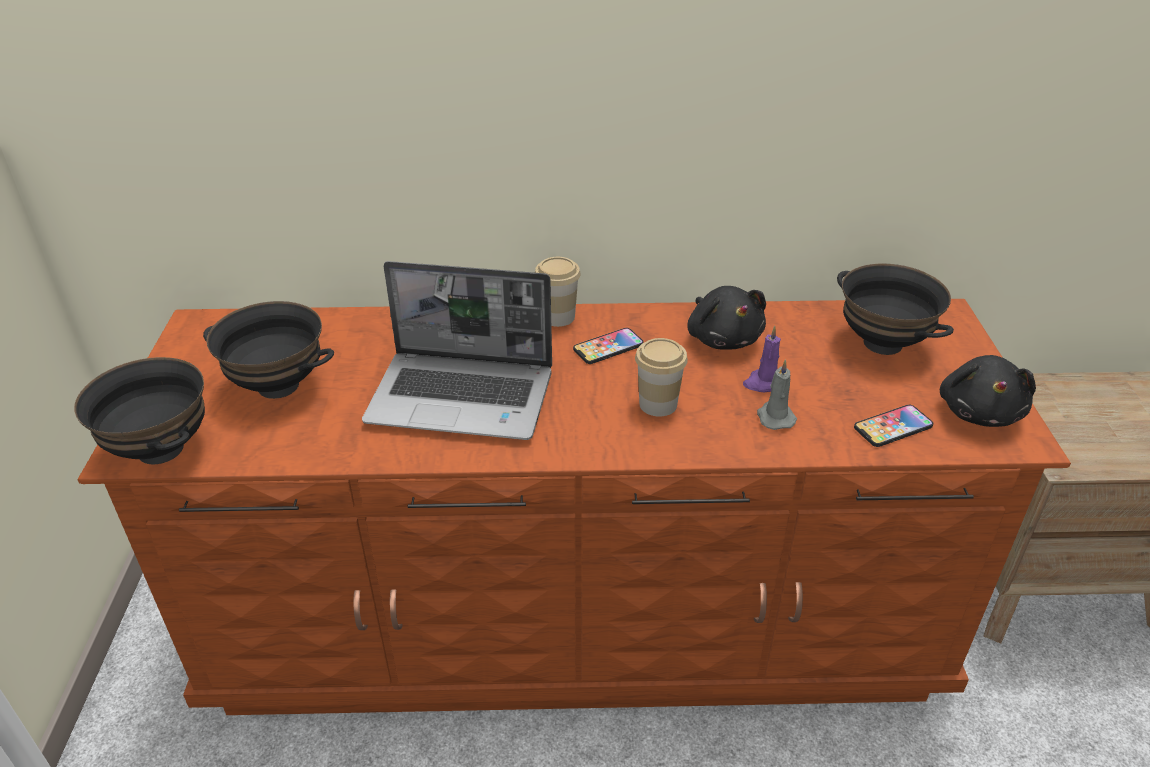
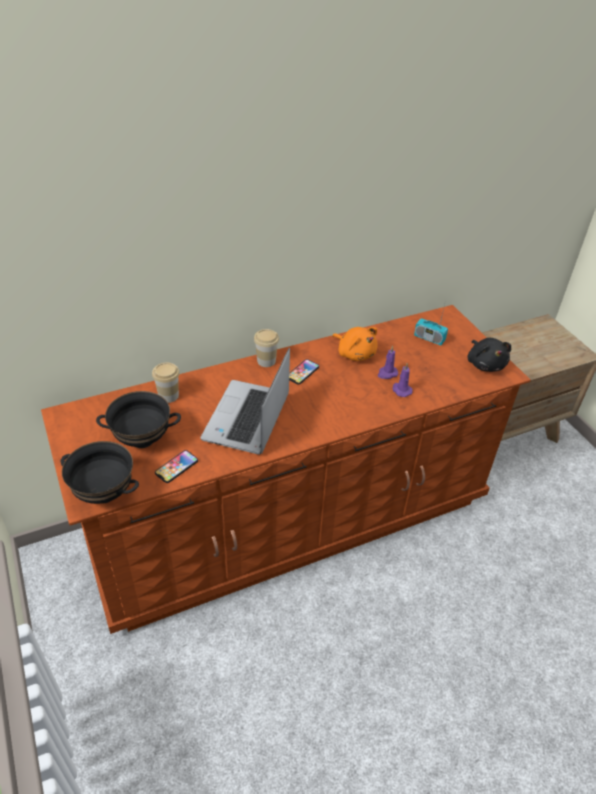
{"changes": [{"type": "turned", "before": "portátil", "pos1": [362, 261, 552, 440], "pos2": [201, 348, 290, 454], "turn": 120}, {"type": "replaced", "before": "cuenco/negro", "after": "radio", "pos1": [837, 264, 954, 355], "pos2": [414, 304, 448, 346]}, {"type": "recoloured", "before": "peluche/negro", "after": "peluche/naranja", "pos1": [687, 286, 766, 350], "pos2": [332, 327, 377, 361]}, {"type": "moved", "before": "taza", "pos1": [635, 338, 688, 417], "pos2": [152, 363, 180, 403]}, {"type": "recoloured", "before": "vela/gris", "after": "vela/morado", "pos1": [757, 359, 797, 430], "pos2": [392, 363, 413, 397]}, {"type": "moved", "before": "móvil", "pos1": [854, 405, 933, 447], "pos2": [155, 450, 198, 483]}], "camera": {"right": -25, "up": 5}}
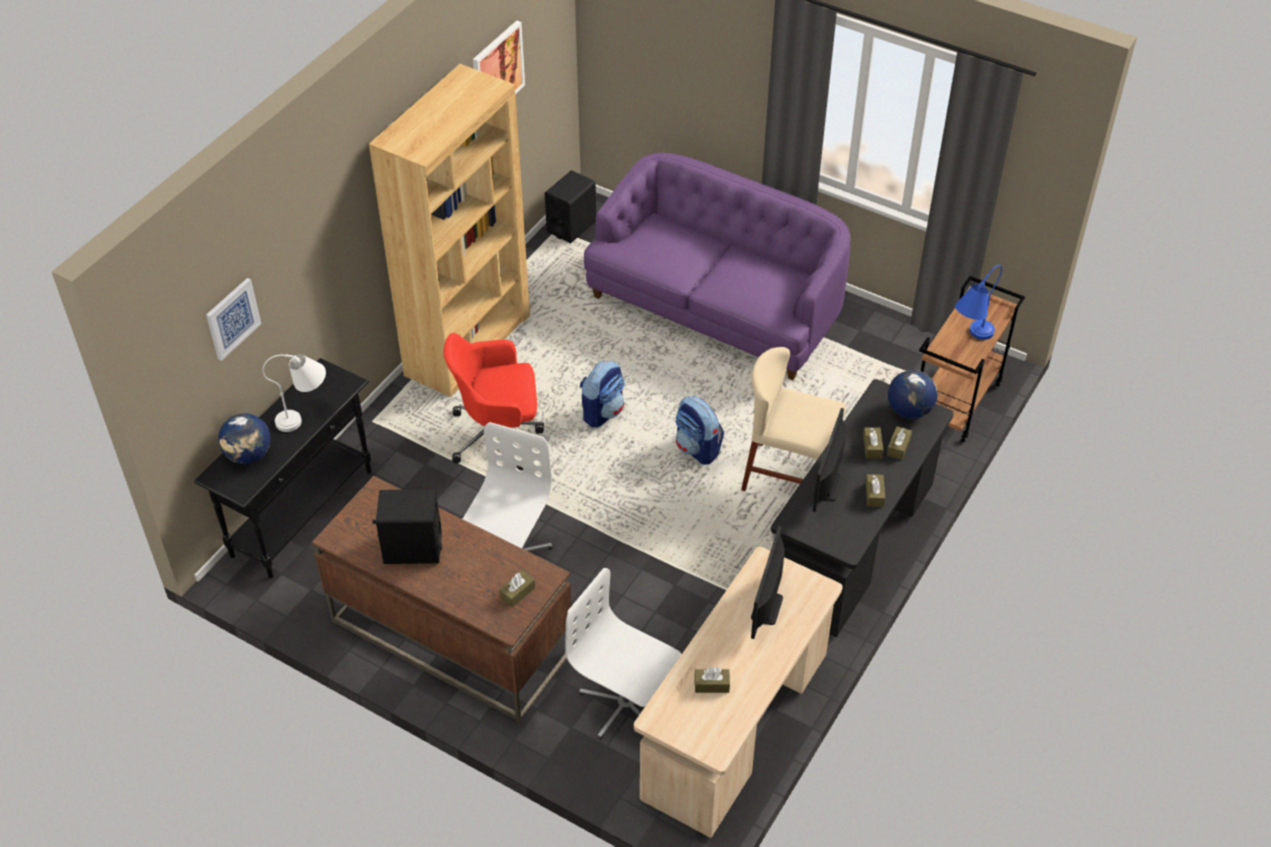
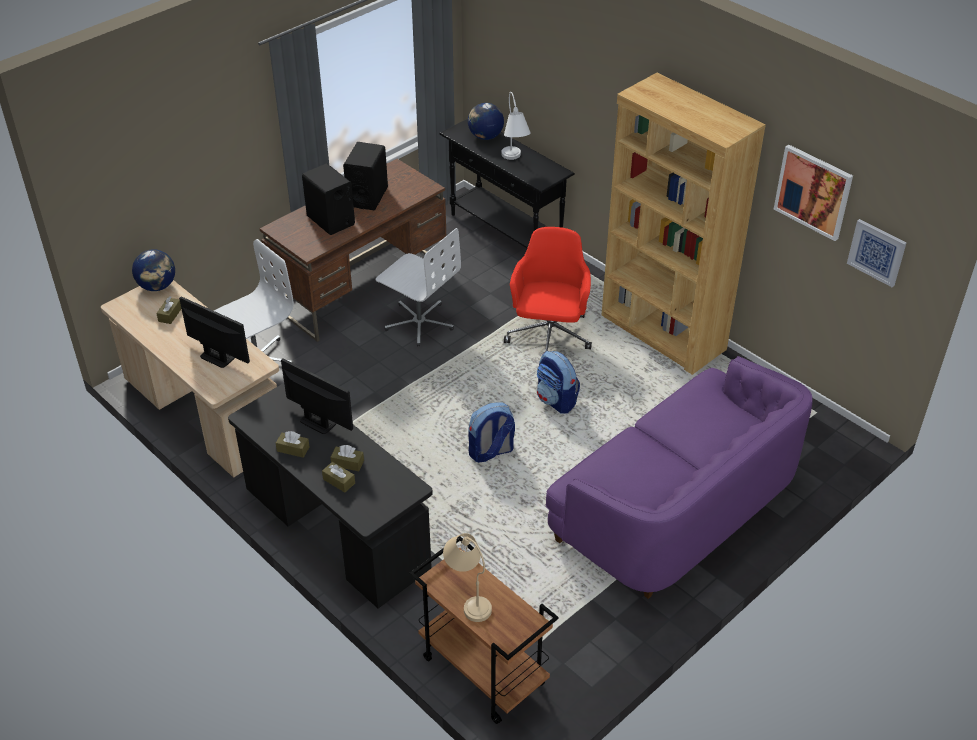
{"changes": [{"type": "moved", "before": "altavoz/negro", "pos1": [545, 170, 596, 244], "pos2": [302, 164, 355, 235]}, {"type": "recoloured", "before": "lámpara de mesa/azul", "after": "lámpara de mesa/beis", "pos1": [955, 265, 1002, 340], "pos2": [443, 533, 492, 622]}, {"type": "moved", "before": "cuadro", "pos1": [206, 278, 261, 361], "pos2": [847, 219, 906, 287]}, {"type": "removed", "before": "silla/beis", "pos1": [741, 347, 846, 491]}, {"type": "moved", "before": "globo terráqueo", "pos1": [888, 370, 938, 419], "pos2": [132, 249, 175, 291]}, {"type": "removed", "before": "caja de pañuelos/marrón", "pos1": [499, 570, 535, 607]}], "camera": {"right": 105, "up": -5}}
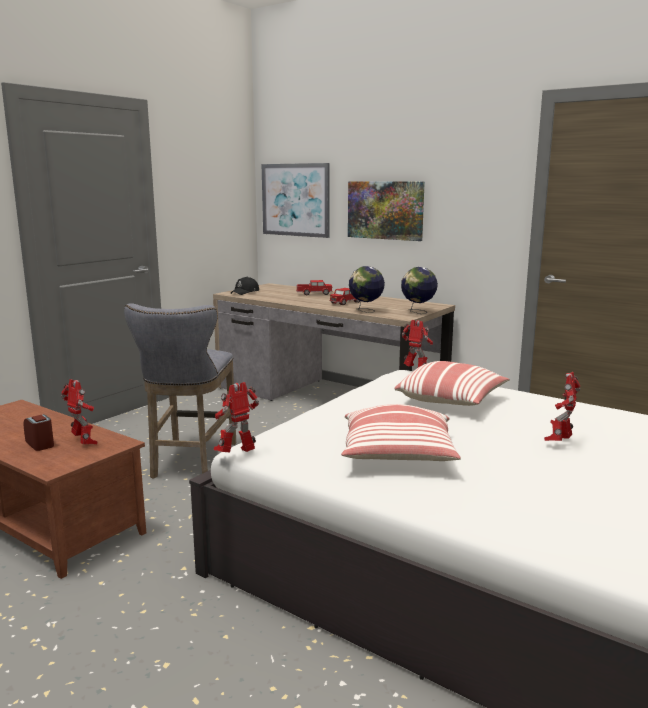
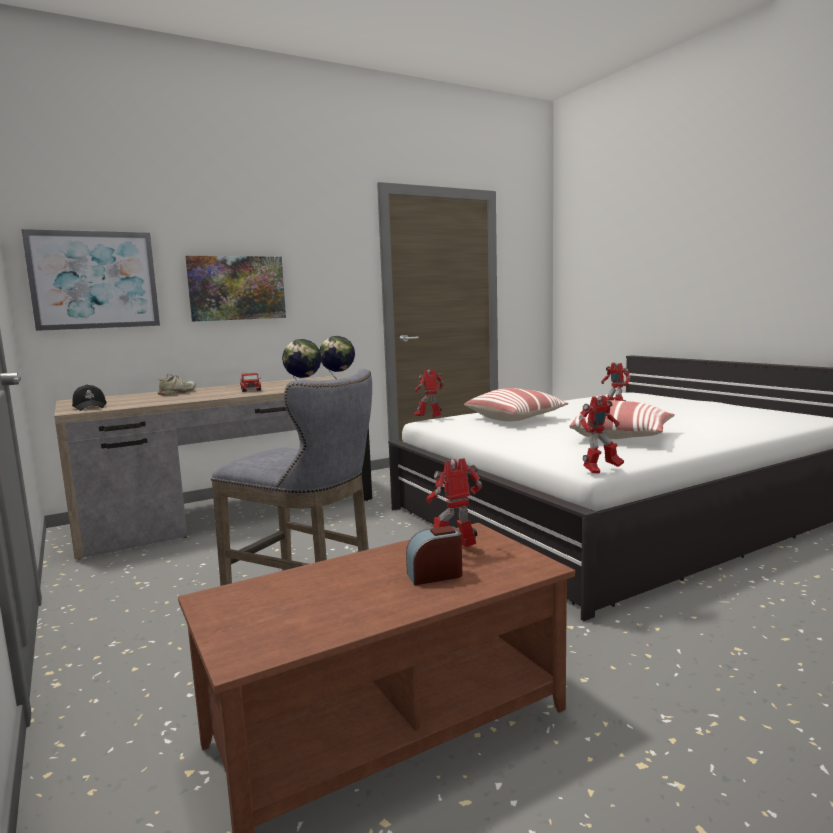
{"changes": [{"type": "replaced", "before": "camión de juguete", "after": "zapato/beis", "pos1": [296, 280, 333, 295], "pos2": [157, 374, 196, 396]}, {"type": "turned", "before": "robot de juguete", "pos1": [214, 382, 259, 452], "pos2": [579, 395, 624, 473], "turn": -105}], "camera": {"right": -65, "up": -5}}
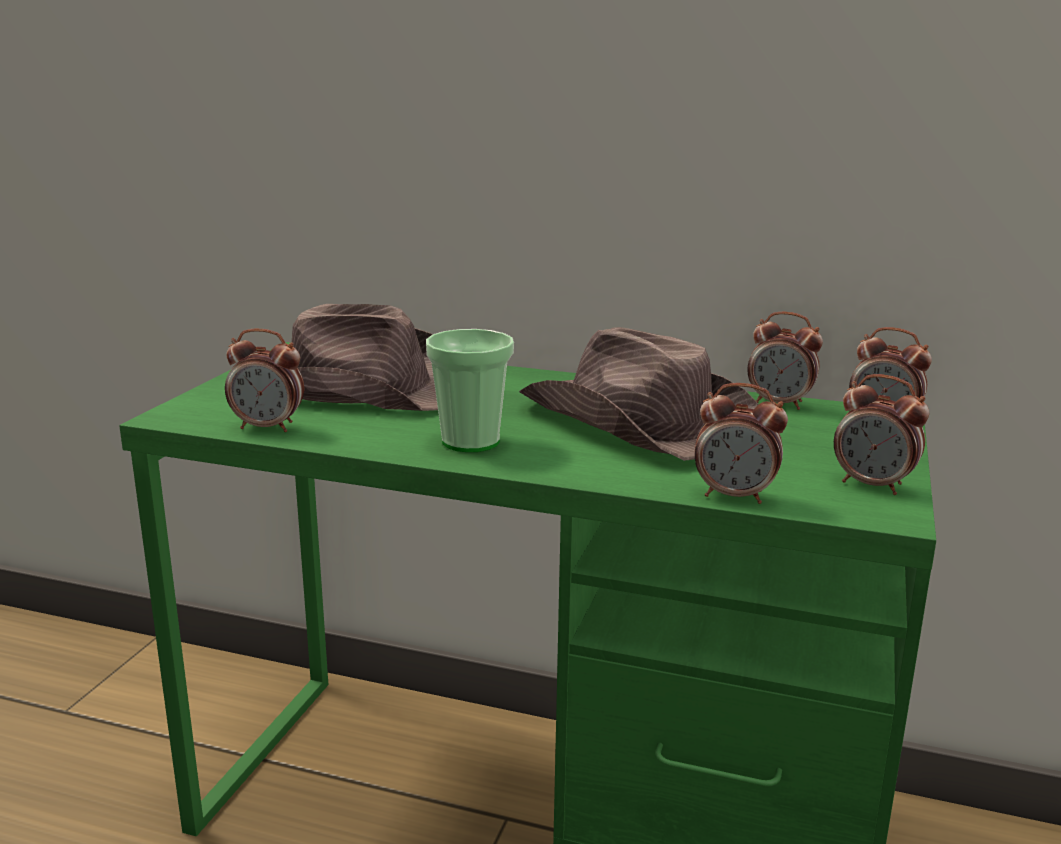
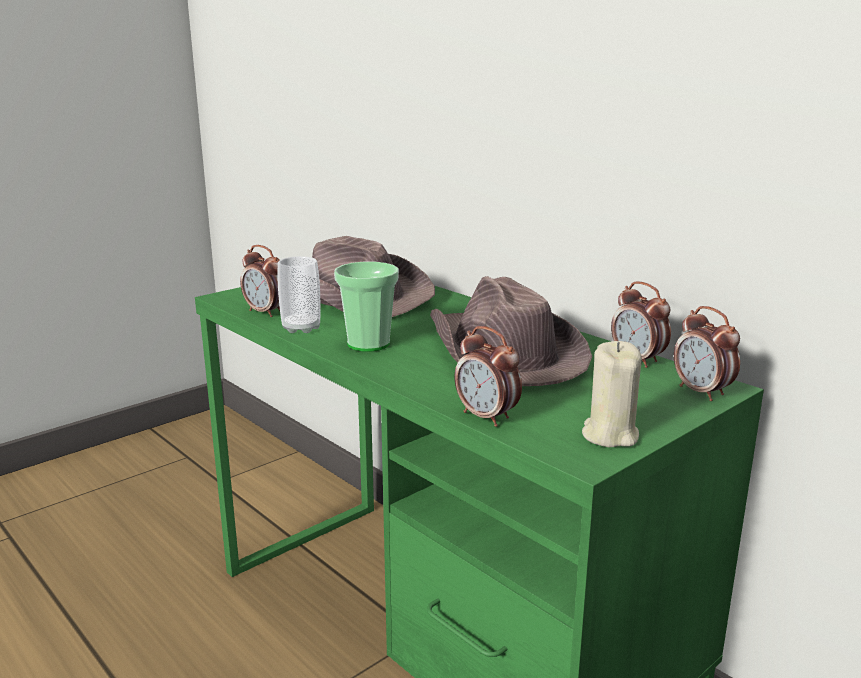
{"changes": [{"type": "replaced", "before": "despertador", "after": "vela/beis", "pos1": [834, 374, 929, 495], "pos2": [582, 341, 642, 447]}, {"type": "added", "after": "taza", "pos2": [277, 256, 320, 333]}], "camera": {"right": 30, "up": 0}}
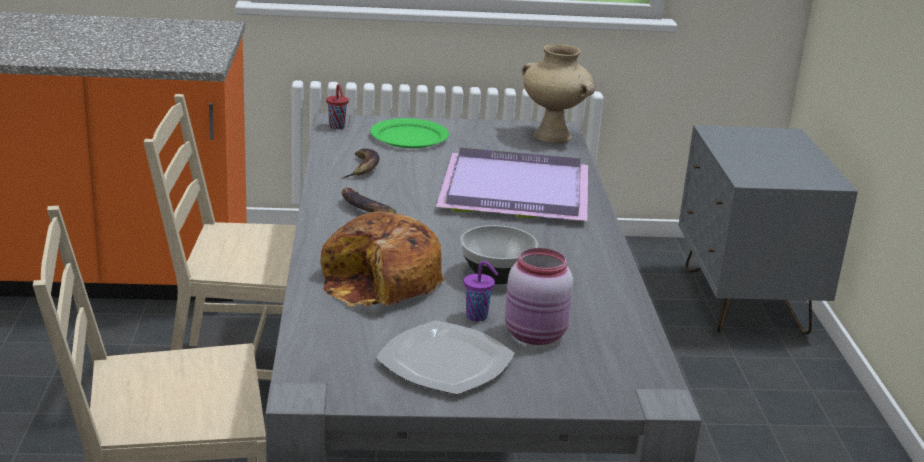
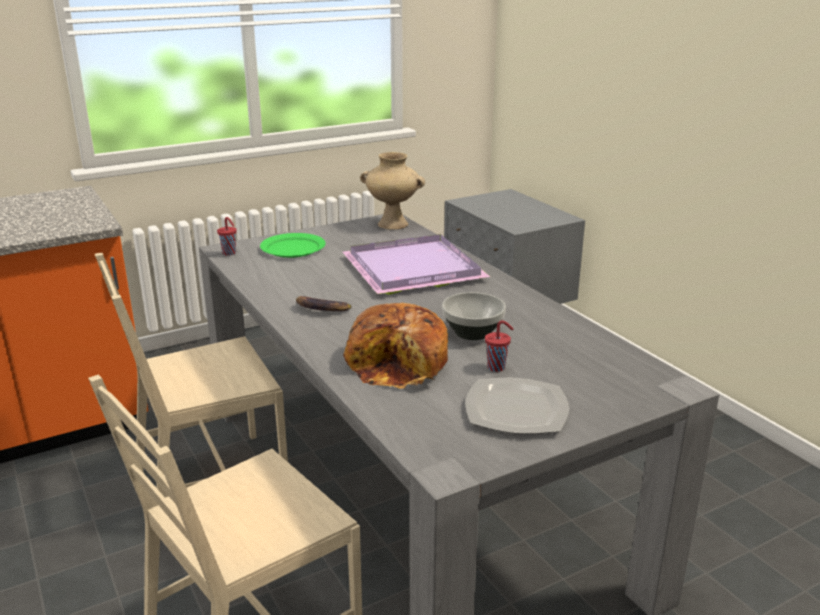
{"changes": [{"type": "removed", "before": "plátano", "pos1": [341, 148, 380, 179]}, {"type": "removed", "before": "tarro/rosa", "pos1": [505, 248, 573, 345]}, {"type": "recoloured", "before": "taza/morado", "after": "taza/rojo", "pos1": [464, 261, 498, 322], "pos2": [485, 320, 514, 372]}], "camera": {"right": -25, "up": 0}}
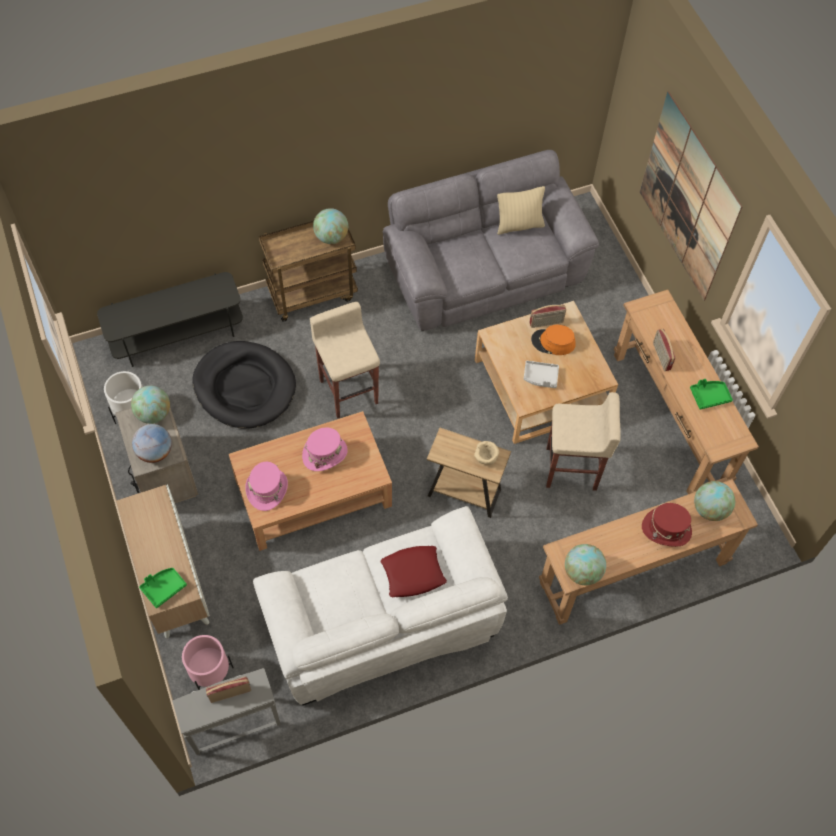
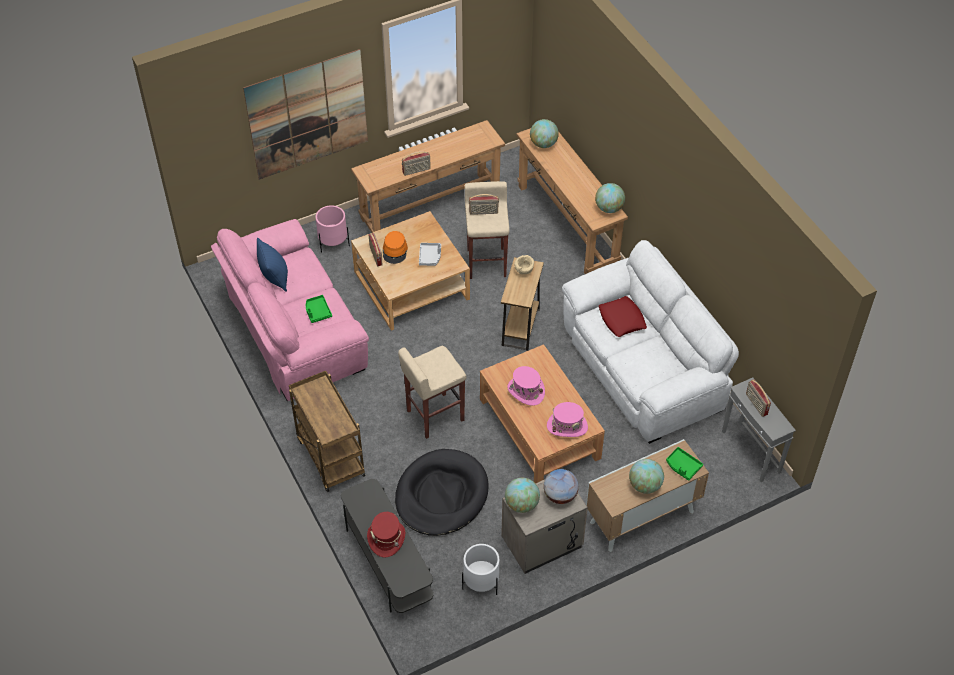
{"changes": [{"type": "recoloured", "before": "sofá/gris", "after": "sofá/rosa", "pos1": [383, 150, 599, 331], "pos2": [211, 219, 369, 401]}, {"type": "recoloured", "before": "cojín/beis", "after": "cojín/azul", "pos1": [497, 186, 545, 235], "pos2": [257, 238, 288, 292]}, {"type": "moved", "before": "globo terráqueo", "pos1": [313, 208, 348, 244], "pos2": [629, 459, 664, 494]}, {"type": "moved", "before": "bandeja/verde", "pos1": [690, 379, 733, 410], "pos2": [306, 295, 332, 323]}, {"type": "moved", "before": "sombrero/rojo", "pos1": [642, 503, 692, 547], "pos2": [367, 512, 405, 557]}, {"type": "moved", "before": "maceta/rosa", "pos1": [182, 635, 234, 690], "pos2": [315, 205, 350, 253]}, {"type": "added", "after": "radio", "pos2": [469, 194, 499, 215]}], "camera": {"right": -95, "up": -10}}
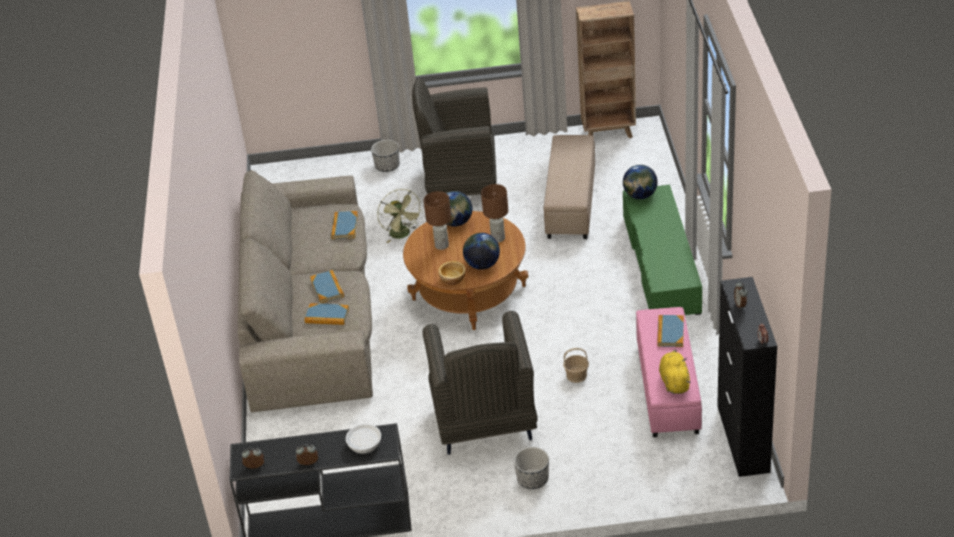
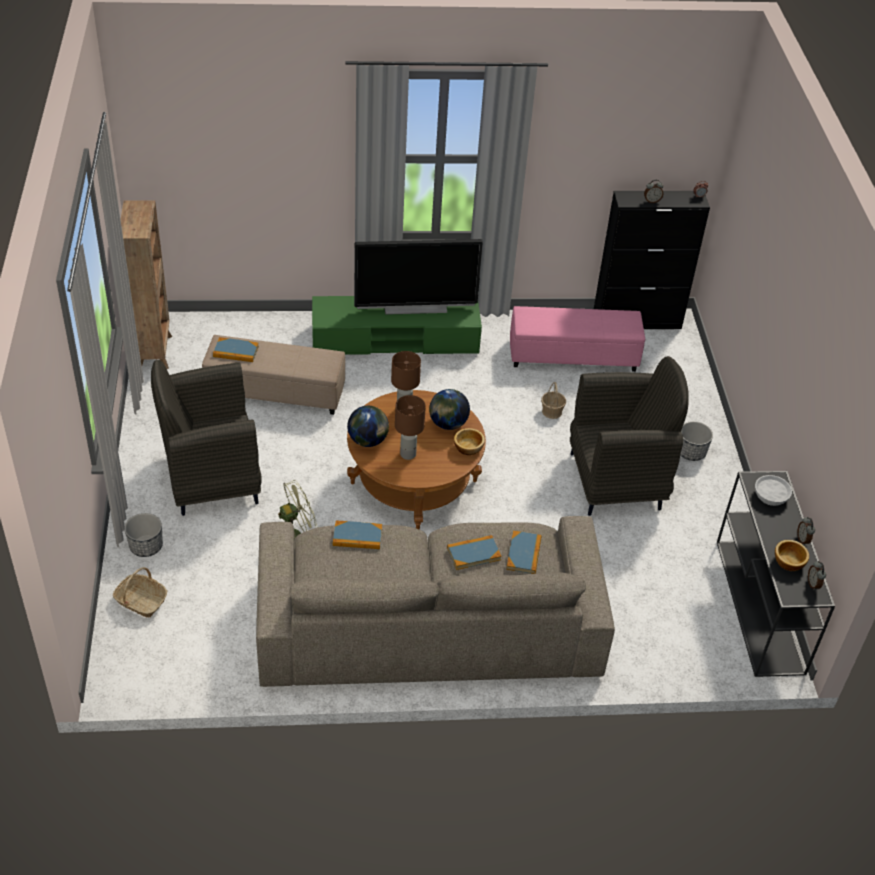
{"changes": [{"type": "turned", "before": "sillón/gris", "pos1": [412, 78, 497, 196], "pos2": [151, 360, 262, 516], "turn": 75}, {"type": "removed", "before": "globo terráqueo", "pos1": [623, 165, 658, 199]}, {"type": "moved", "before": "libro", "pos1": [657, 315, 684, 347], "pos2": [213, 337, 259, 362]}, {"type": "removed", "before": "peluche/amarillo", "pos1": [659, 350, 691, 394]}, {"type": "added", "after": "televisor", "pos2": [354, 239, 483, 315]}, {"type": "added", "after": "cuenco", "pos2": [775, 540, 809, 571]}, {"type": "added", "after": "cesta", "pos2": [113, 567, 167, 617]}], "camera": {"right": -95, "up": 5}}
